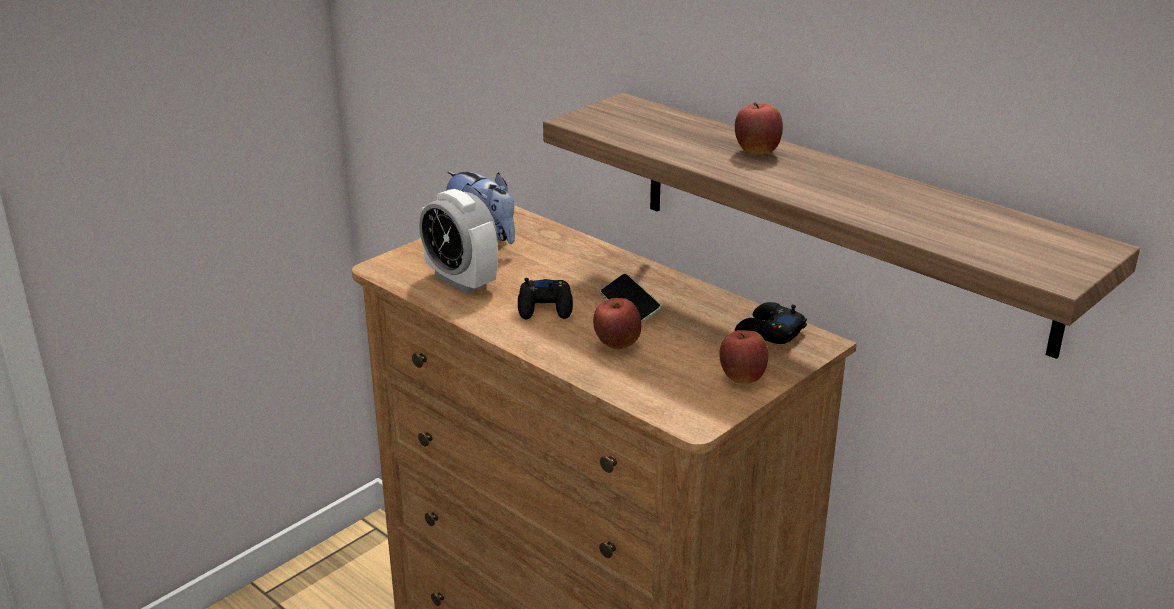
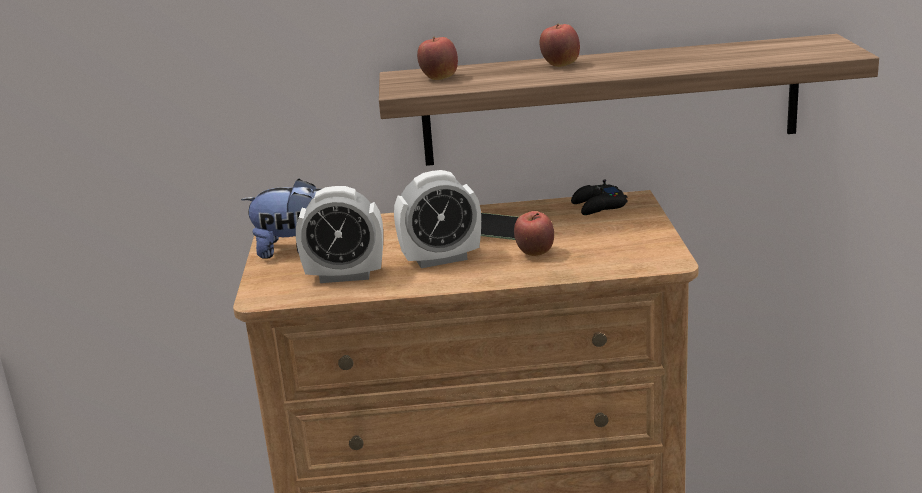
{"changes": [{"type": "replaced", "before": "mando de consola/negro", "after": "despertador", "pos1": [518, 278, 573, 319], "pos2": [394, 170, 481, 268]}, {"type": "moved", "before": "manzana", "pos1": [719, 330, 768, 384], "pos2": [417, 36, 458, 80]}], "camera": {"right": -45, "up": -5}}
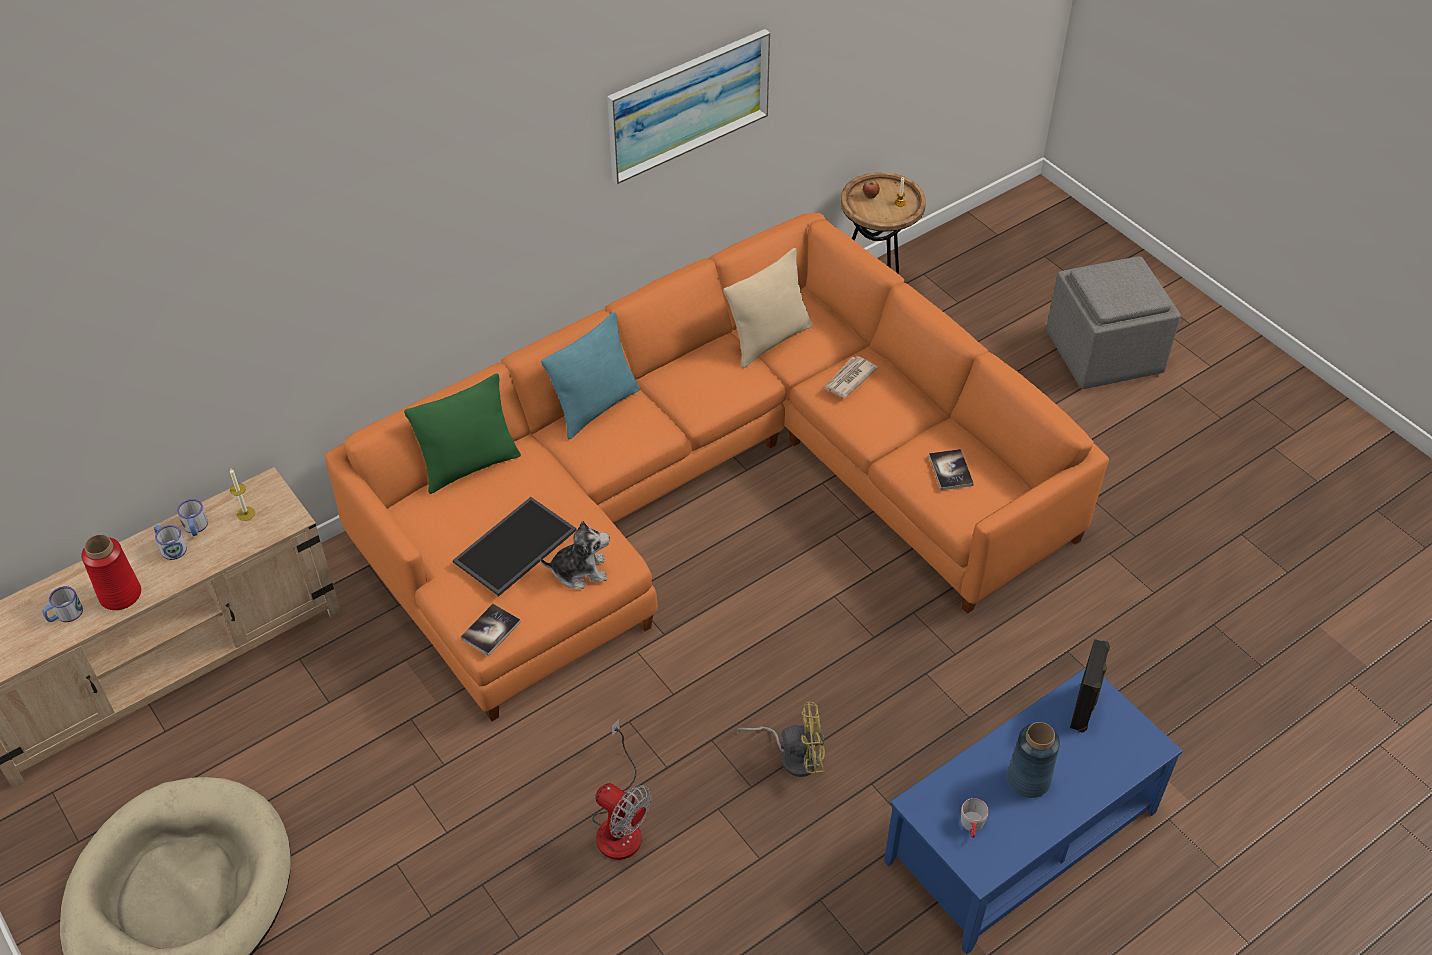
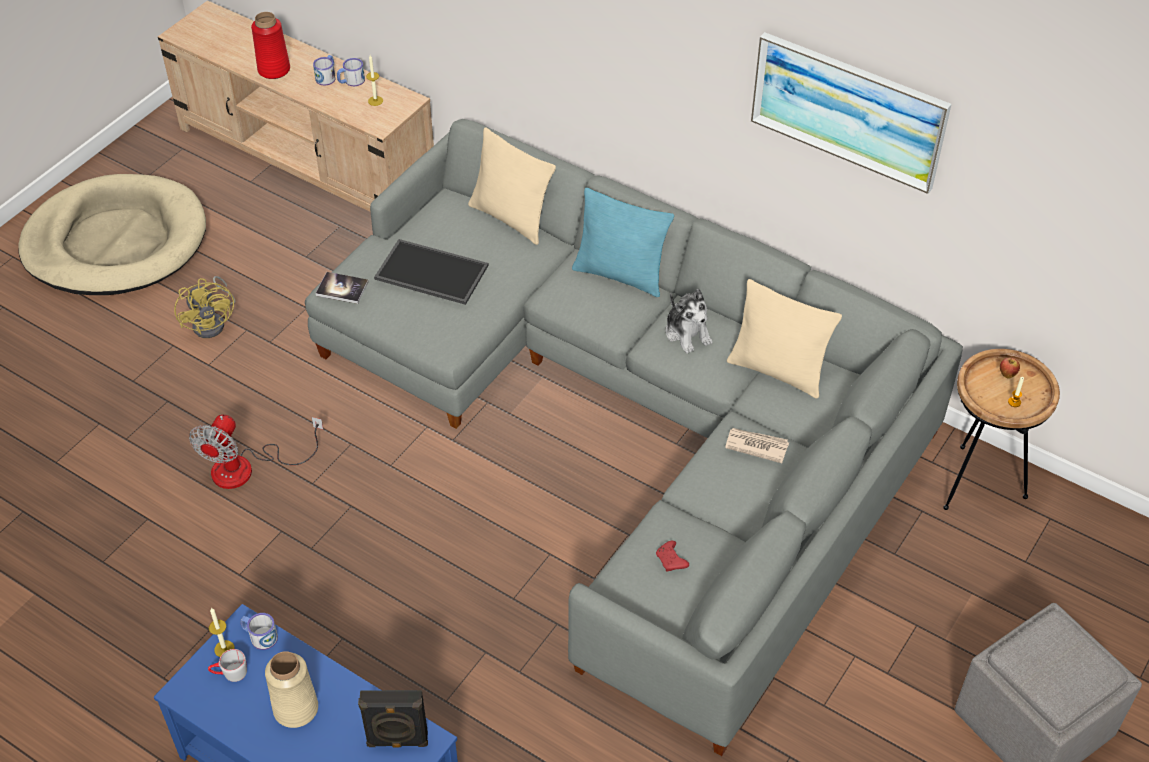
{"changes": [{"type": "recoloured", "before": "sofá/naranja", "after": "sofá/gris", "pos1": [325, 213, 1109, 721], "pos2": [305, 119, 963, 756]}, {"type": "recoloured", "before": "cojín/verde", "after": "cojín/beis", "pos1": [404, 373, 521, 494], "pos2": [468, 127, 556, 245]}, {"type": "replaced", "before": "libro", "after": "mando de consola/rojo", "pos1": [929, 449, 974, 490], "pos2": [656, 541, 689, 571]}, {"type": "moved", "before": "peluche", "pos1": [540, 520, 610, 589], "pos2": [665, 289, 713, 354]}, {"type": "moved", "before": "taza grande", "pos1": [42, 586, 83, 622], "pos2": [240, 613, 278, 650]}, {"type": "moved", "before": "ventilador/amarillo", "pos1": [738, 701, 825, 777], "pos2": [174, 276, 236, 338]}, {"type": "recoloured", "before": "florero/azul", "after": "florero/beis", "pos1": [1006, 722, 1060, 798], "pos2": [265, 651, 318, 728]}, {"type": "added", "after": "vela", "pos2": [209, 608, 234, 657]}], "camera": {"right": 70, "up": 0}}
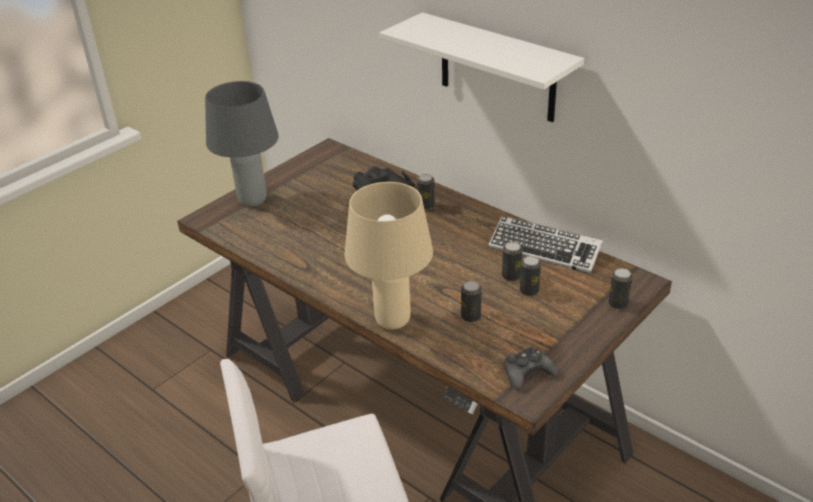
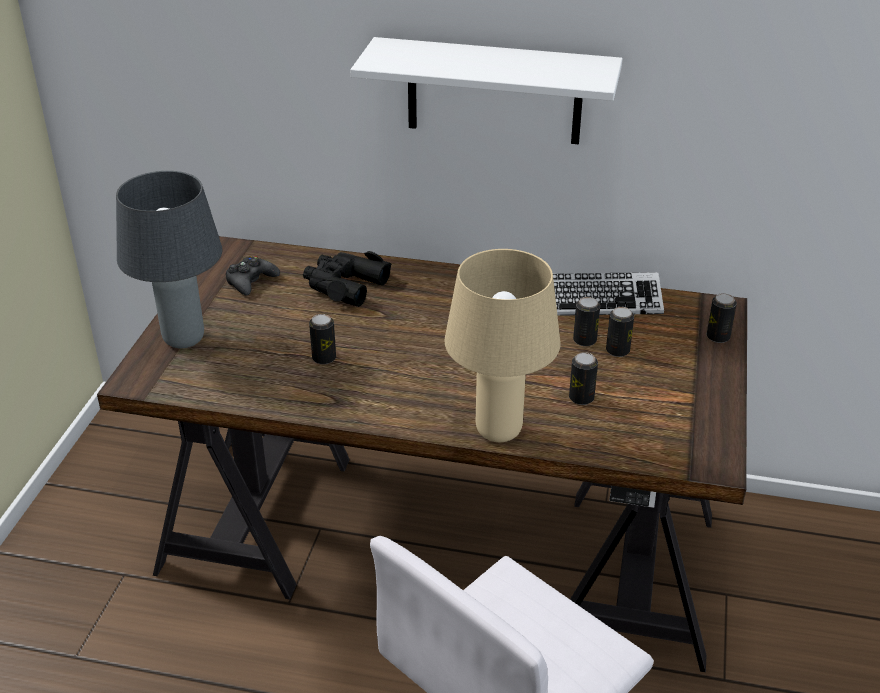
{"changes": [{"type": "moved", "before": "lata", "pos1": [417, 174, 435, 210], "pos2": [309, 314, 336, 365]}, {"type": "moved", "before": "mando de consola/negro", "pos1": [504, 347, 558, 390], "pos2": [226, 256, 280, 296]}], "camera": {"right": -30, "up": 0}}
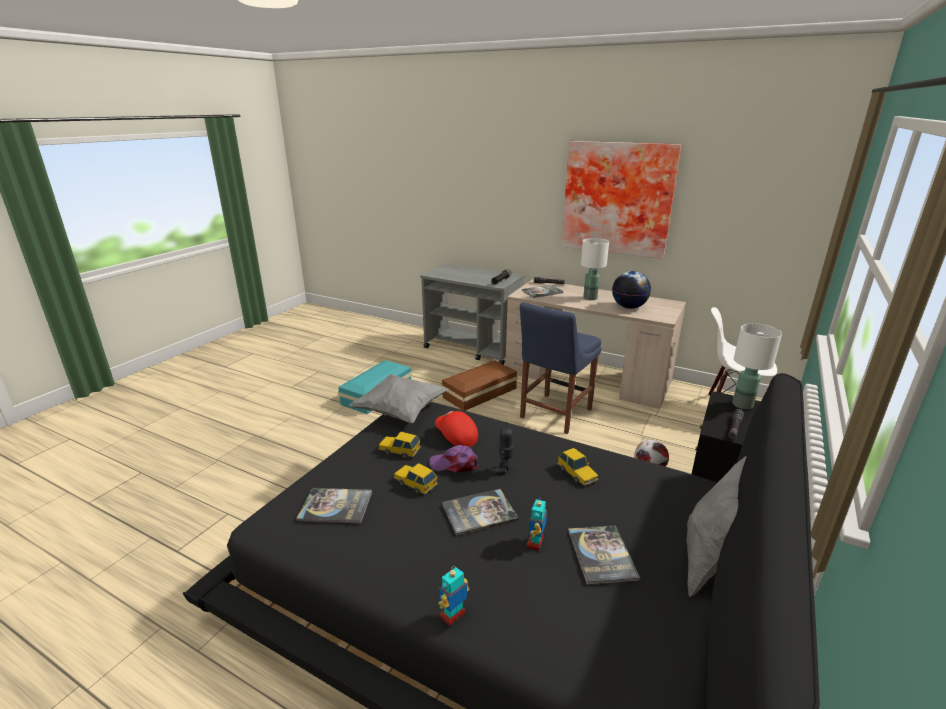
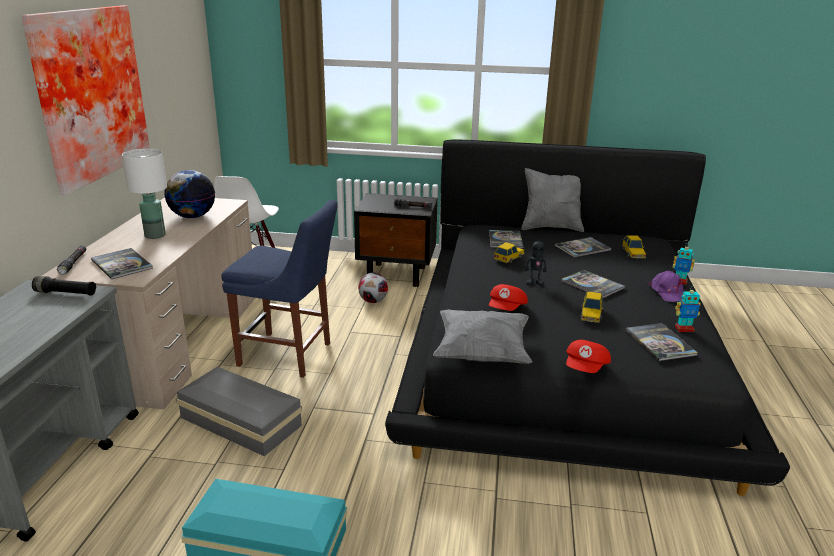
{"changes": [{"type": "removed", "before": "lámpara de mesa/blanco", "pos1": [732, 323, 782, 410]}, {"type": "recoloured", "before": "caja de almacenaje/marrón", "after": "caja de almacenaje/gris", "pos1": [441, 360, 518, 411], "pos2": [176, 366, 302, 456]}, {"type": "moved", "before": "coche de juguete", "pos1": [379, 432, 421, 458], "pos2": [622, 235, 646, 258]}, {"type": "moved", "before": "gorra/morado", "pos1": [429, 445, 479, 472], "pos2": [649, 271, 684, 302]}, {"type": "moved", "before": "robot de juguete", "pos1": [527, 497, 547, 551], "pos2": [675, 286, 701, 332]}, {"type": "added", "after": "libro", "pos2": [489, 230, 524, 249]}, {"type": "added", "after": "gorra/rojo", "pos2": [566, 340, 611, 373]}], "camera": {"right": -110, "up": 0}}
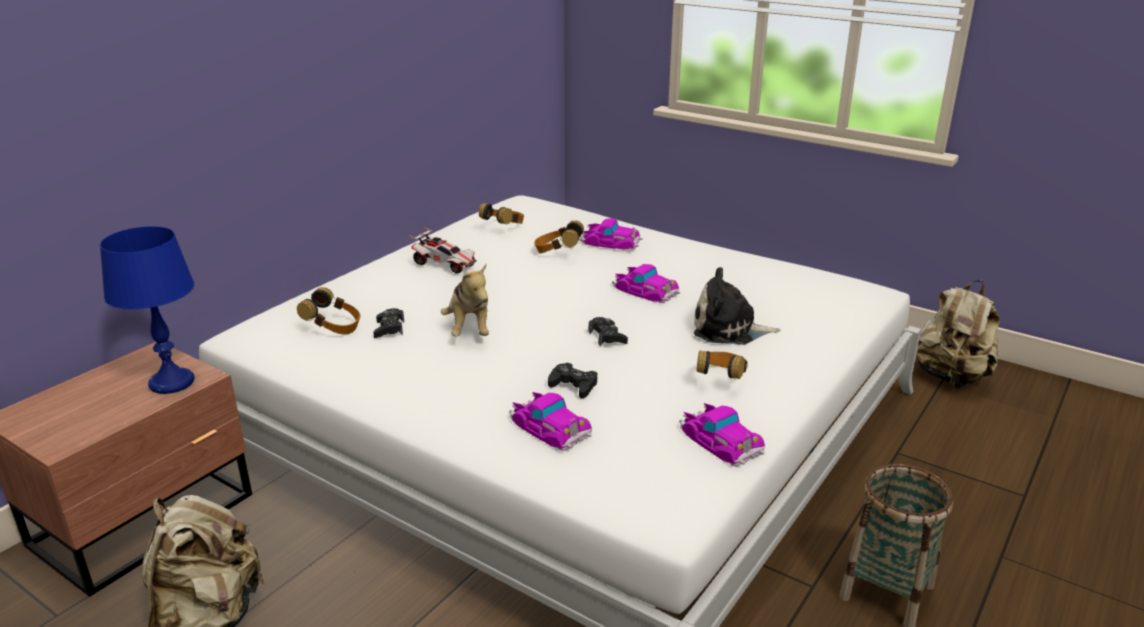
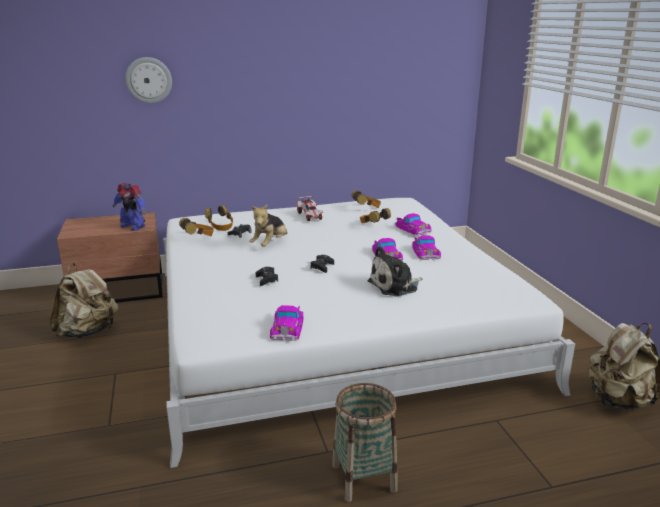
{"changes": [{"type": "replaced", "before": "lámpara de mesa/azul", "after": "robot de juguete", "pos1": [100, 226, 195, 394], "pos2": [113, 183, 145, 231]}, {"type": "turned", "before": "peluche", "pos1": [694, 267, 780, 345], "pos2": [368, 246, 422, 297], "turn": -75}, {"type": "moved", "before": "auriculares", "pos1": [696, 351, 748, 379], "pos2": [179, 218, 214, 236]}, {"type": "moved", "before": "coche de juguete", "pos1": [509, 392, 592, 451], "pos2": [412, 235, 441, 260]}, {"type": "added", "after": "reloj de pared", "pos2": [125, 57, 172, 104]}], "camera": {"right": 40, "up": -5}}
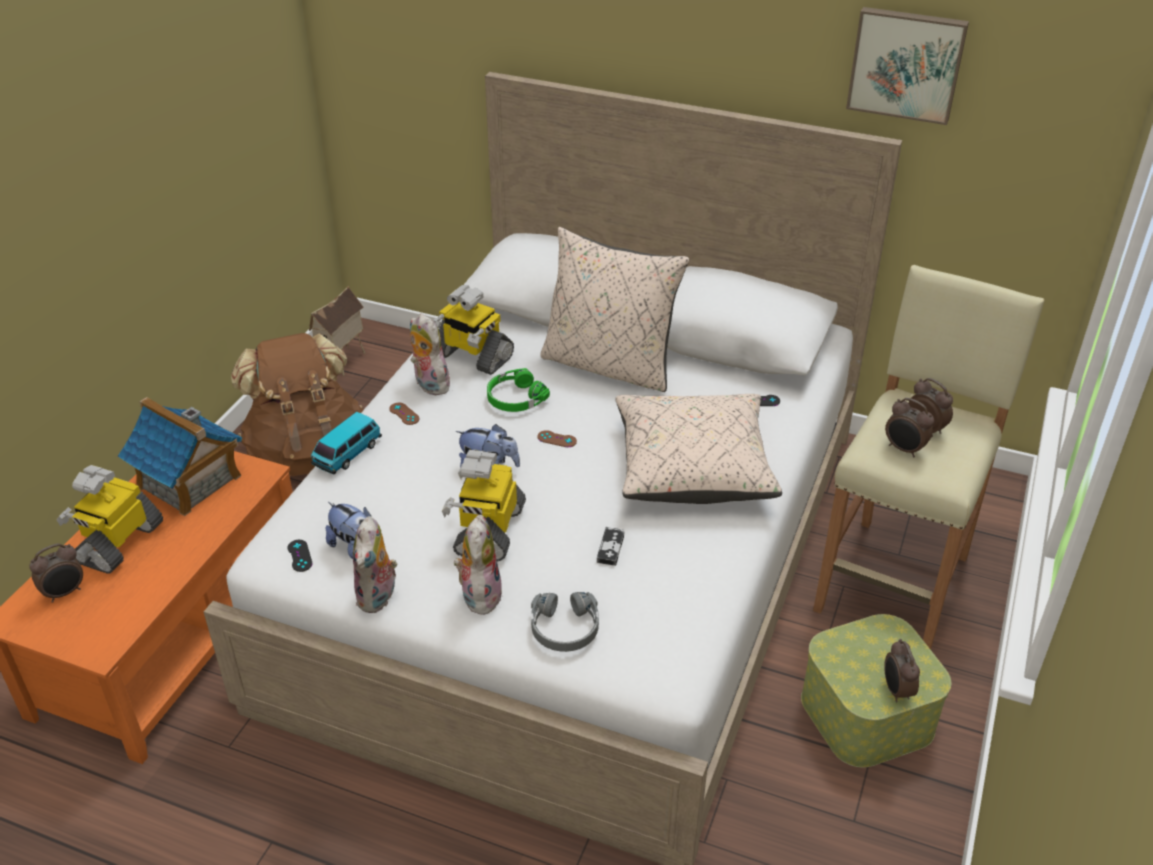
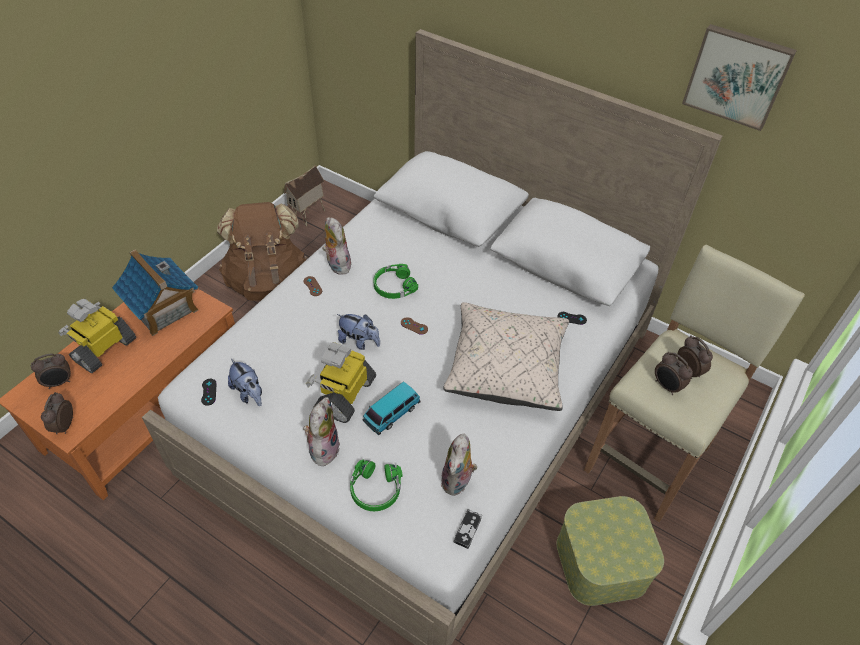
{"changes": [{"type": "removed", "before": "cojín/beis", "pos1": [540, 227, 689, 392]}, {"type": "removed", "before": "robot de juguete", "pos1": [430, 285, 514, 375]}, {"type": "moved", "before": "coche de juguete", "pos1": [311, 412, 382, 475], "pos2": [363, 381, 421, 435]}, {"type": "moved", "before": "peluche", "pos1": [353, 516, 397, 613], "pos2": [441, 434, 477, 496]}, {"type": "moved", "before": "mando de consola", "pos1": [597, 527, 624, 566], "pos2": [454, 509, 482, 549]}, {"type": "recoloured", "before": "auriculares/gris", "after": "auriculares/verde", "pos1": [531, 592, 599, 652], "pos2": [350, 459, 403, 511]}, {"type": "moved", "before": "despertador", "pos1": [884, 639, 920, 702], "pos2": [41, 392, 73, 434]}], "camera": {"right": 10, "up": 10}}
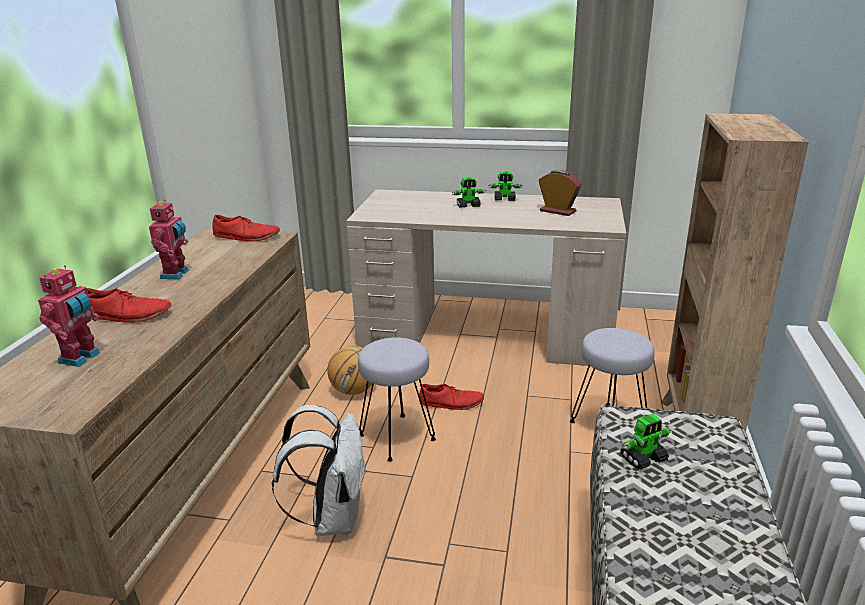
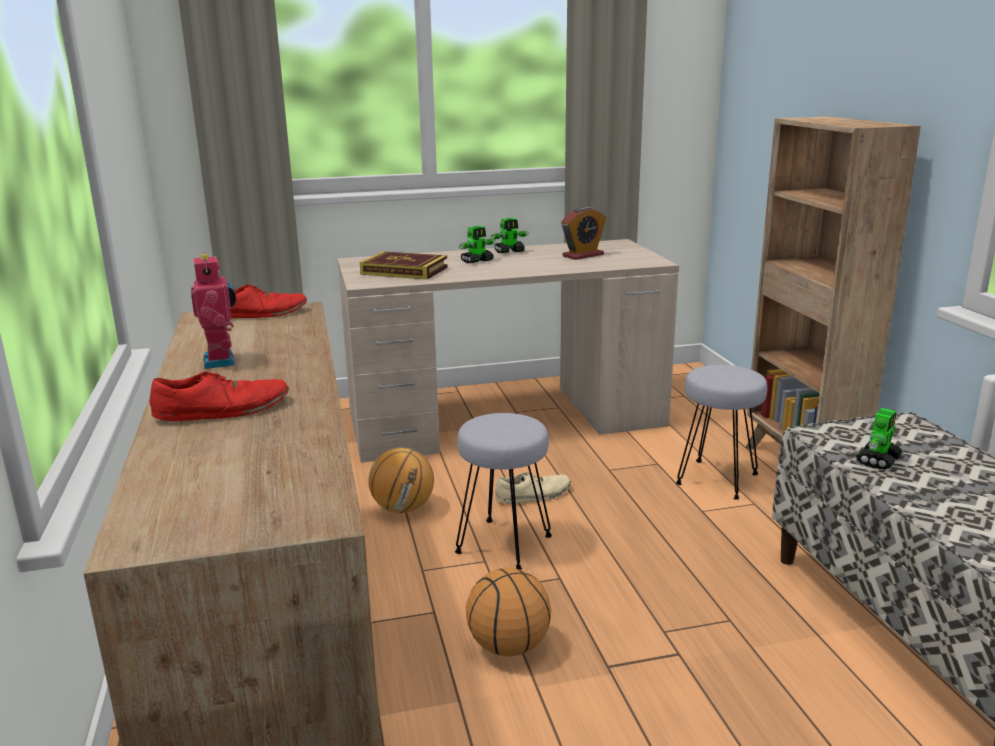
{"changes": [{"type": "turned", "before": "despertador", "pos1": [539, 170, 581, 216], "pos2": [561, 206, 606, 260], "turn": 135}, {"type": "removed", "before": "robot de juguete", "pos1": [38, 265, 101, 367]}, {"type": "recoloured", "before": "zapato/rojo", "after": "zapato/beis", "pos1": [419, 384, 484, 410], "pos2": [495, 472, 571, 504]}, {"type": "replaced", "before": "mochila/blanco", "after": "balón de baloncesto", "pos1": [272, 405, 367, 536], "pos2": [466, 568, 551, 656]}, {"type": "added", "after": "libro", "pos2": [360, 251, 448, 280]}], "camera": {"right": -25, "up": -5}}
